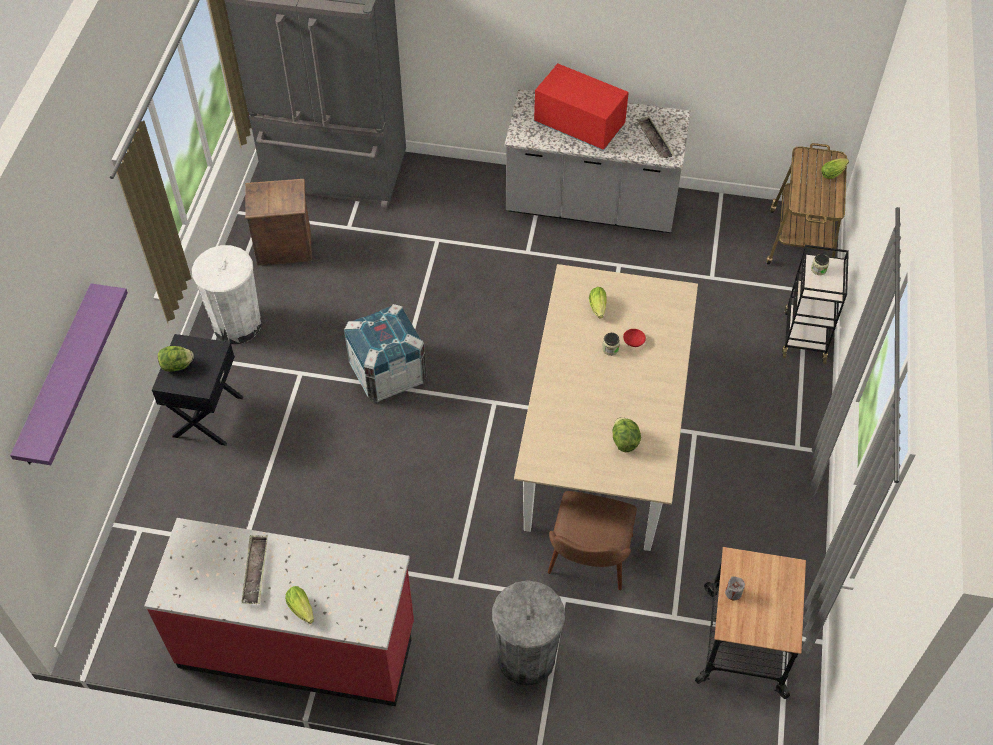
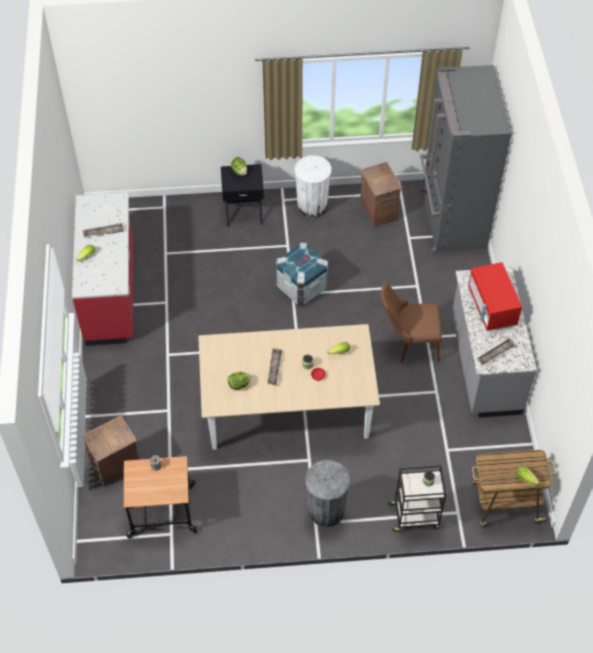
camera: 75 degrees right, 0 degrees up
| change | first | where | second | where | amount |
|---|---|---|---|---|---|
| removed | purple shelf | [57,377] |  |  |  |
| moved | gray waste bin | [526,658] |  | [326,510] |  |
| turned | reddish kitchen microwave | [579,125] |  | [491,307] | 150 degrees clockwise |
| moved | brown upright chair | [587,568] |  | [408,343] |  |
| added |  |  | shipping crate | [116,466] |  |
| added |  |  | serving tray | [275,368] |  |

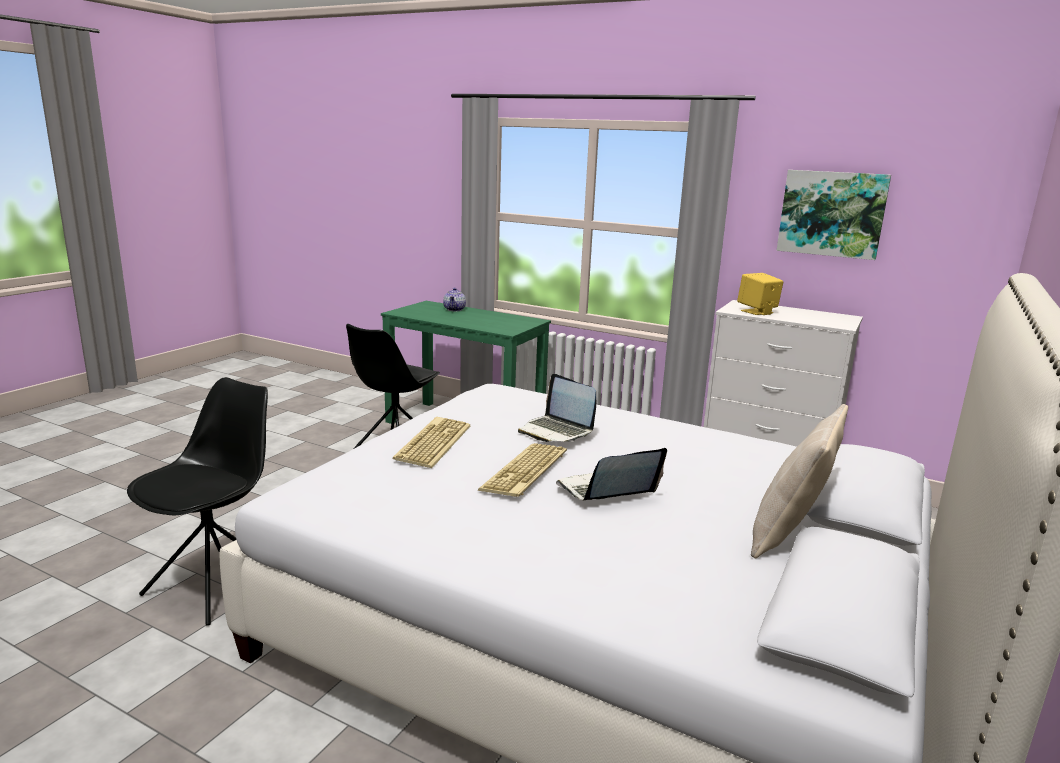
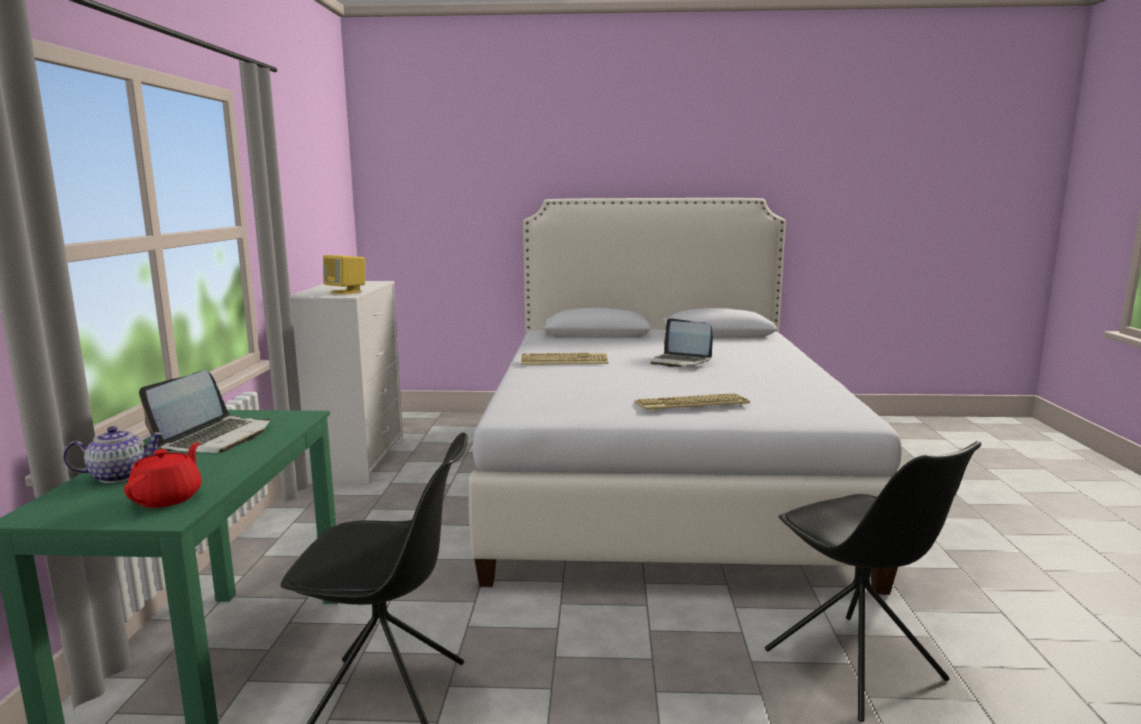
camera: 115 degrees left, 5 degrees down
| change | first | where | second | where | amount |
|---|---|---|---|---|---|
| turned | black upright chair | [217,584] |  | [856,667] | 120 degrees counterclockwise |
| moved | PC keyboard | [526,472] |  | [565,360] |  |
| moved | laptop | [556,431] |  | [215,437] |  |
| removed | beige-coloured pillow | [789,534] |  |  |  |
| removed | wall picture | [832,214] |  |  |  |
| added |  |  | reddish teapot | [168,498] |  |

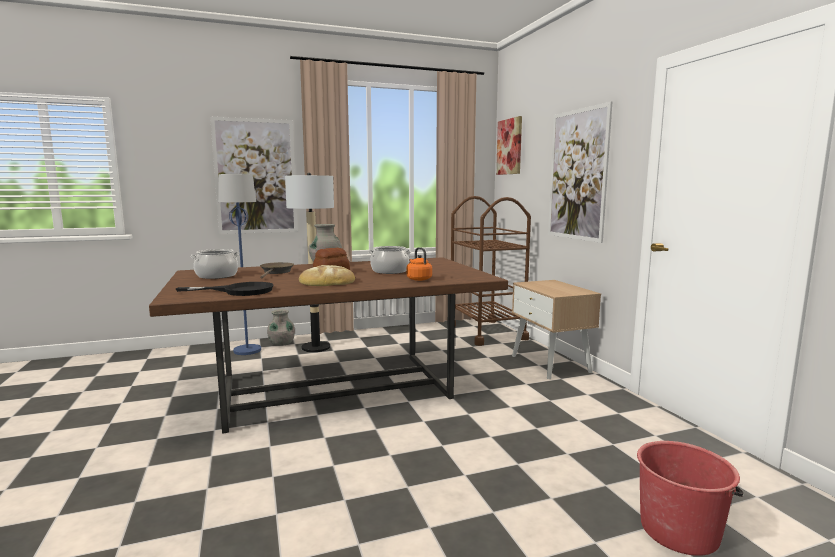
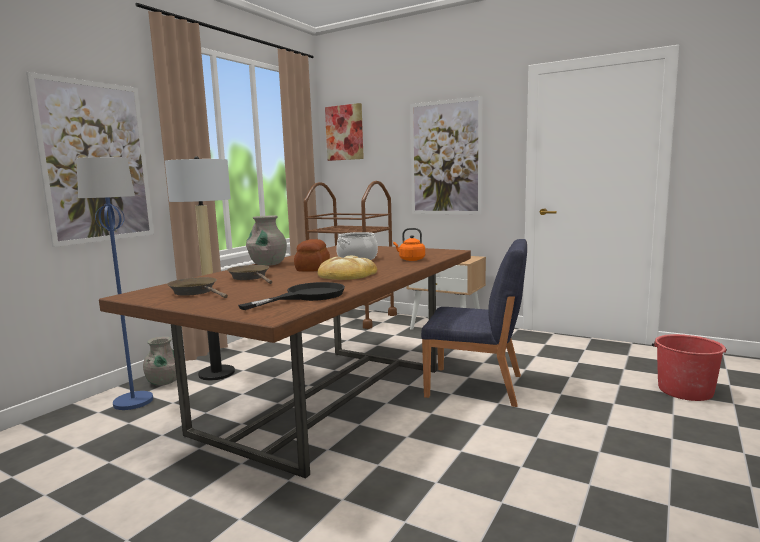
camera: 40 degrees left, 0 degrees up
| change | first | where | second | where | amount |
|---|---|---|---|---|---|
| replaced | stockpot | [217,276] | brown pan | [196,292] |  |
| added |  |  | bluish upright chair | [476,386] |  |

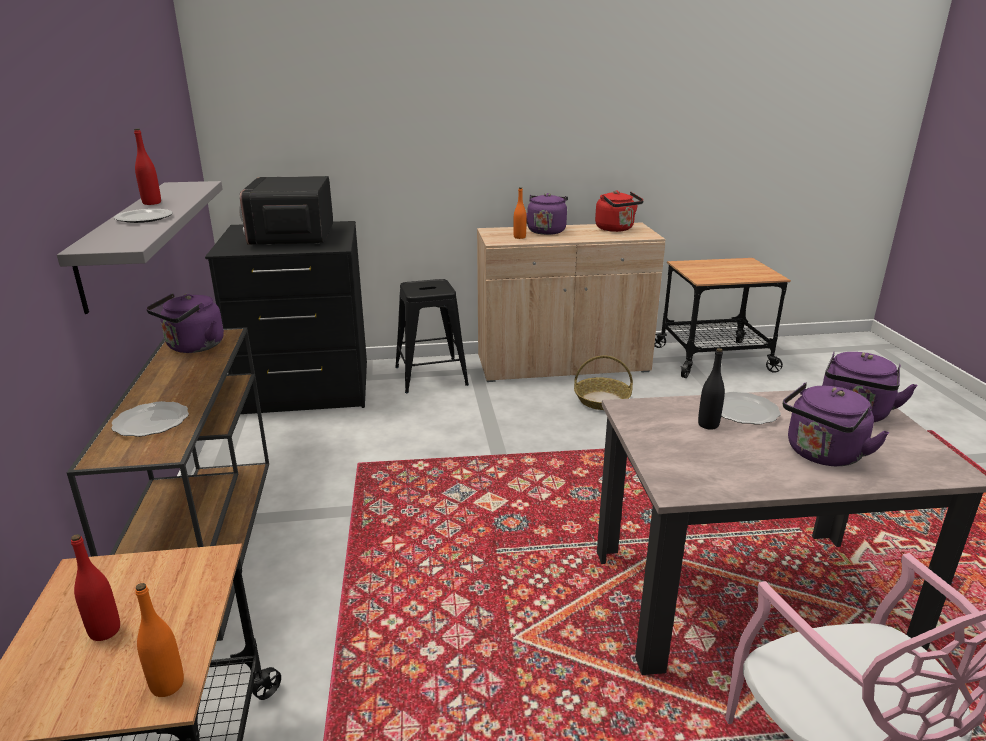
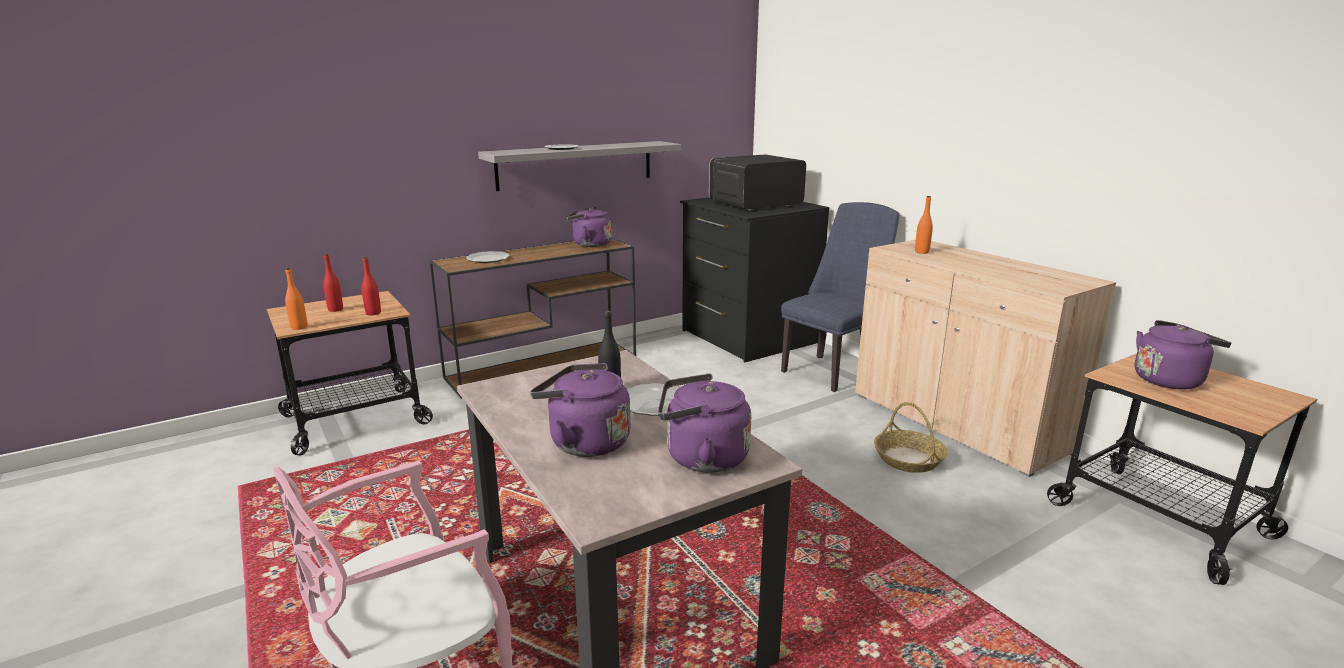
camera: 65 degrees right, 5 degrees down
| change | first | where | second | where | amount |
|---|---|---|---|---|---|
| moved | reddish drink bottle | [152,203] |  | [373,313] |  |
| replaced | black stool | [430,376] | bluish upright chair | [831,371] |  |
| moved | purple tea kettle | [546,231] |  | [1169,380] |  |
| removed | reddish tea kettle | [616,229] |  |  |  |

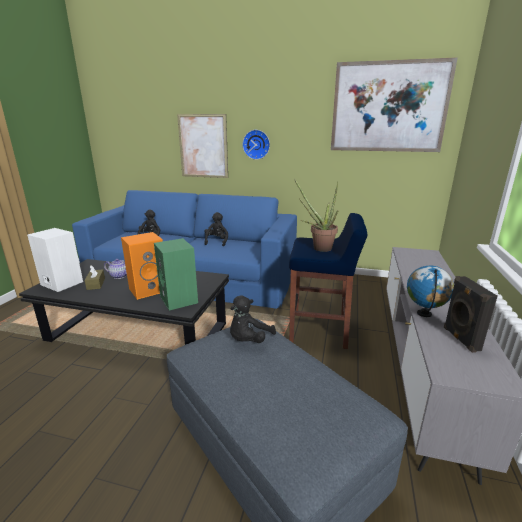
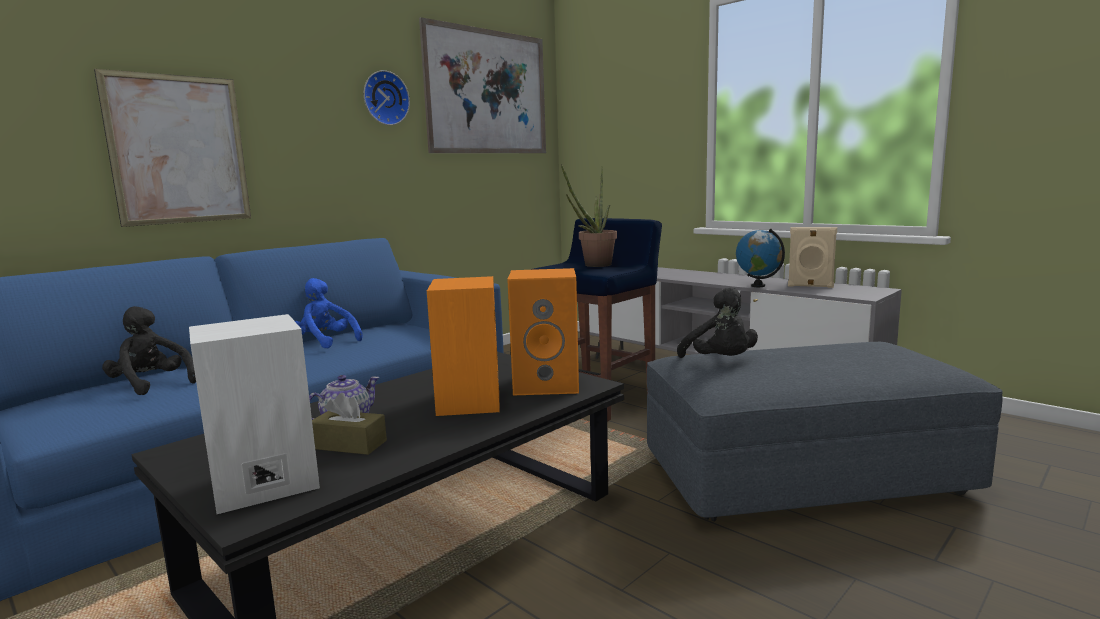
camera: 60 degrees left, 10 degrees down
| change | first | where | second | where | amount |
|---|---|---|---|---|---|
| recoloured | greenish loudspeaker | [180,300] | orange-coloured loudspeaker | [548,384] |  |
| recoloured | black plush toy | [216,242] | bluish plush toy | [325,342] |  |
| moved | wall clock | [256,144] |  | [384,98] |  |
| recoloured | black loudspeaker | [460,339] | beige-coloured loudspeaker | [810,286] |  |

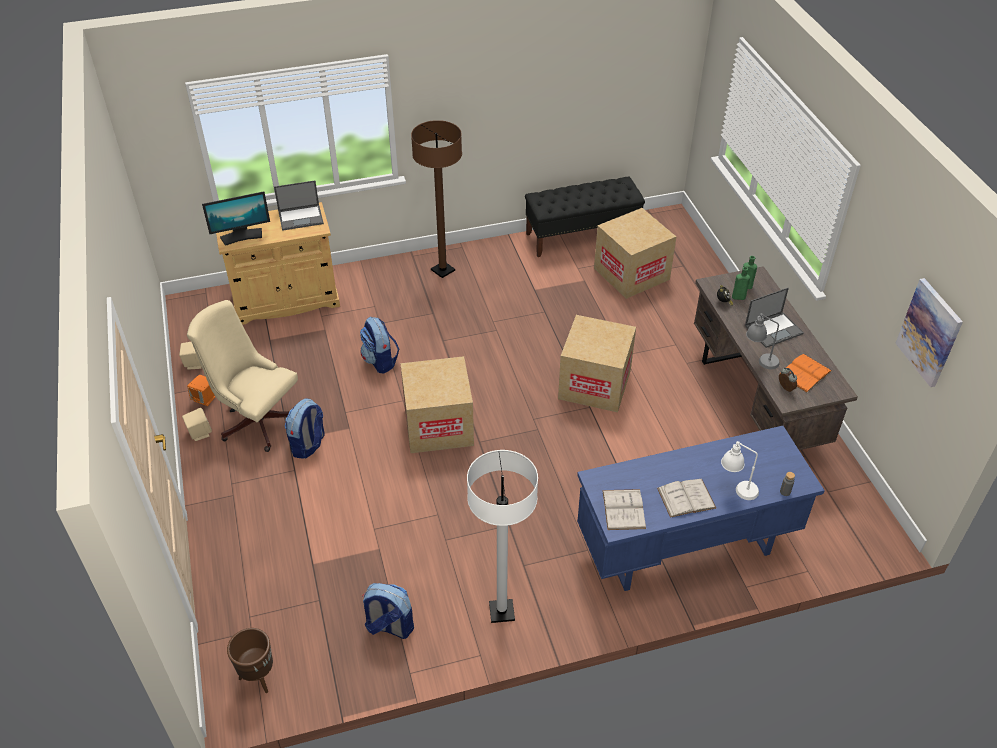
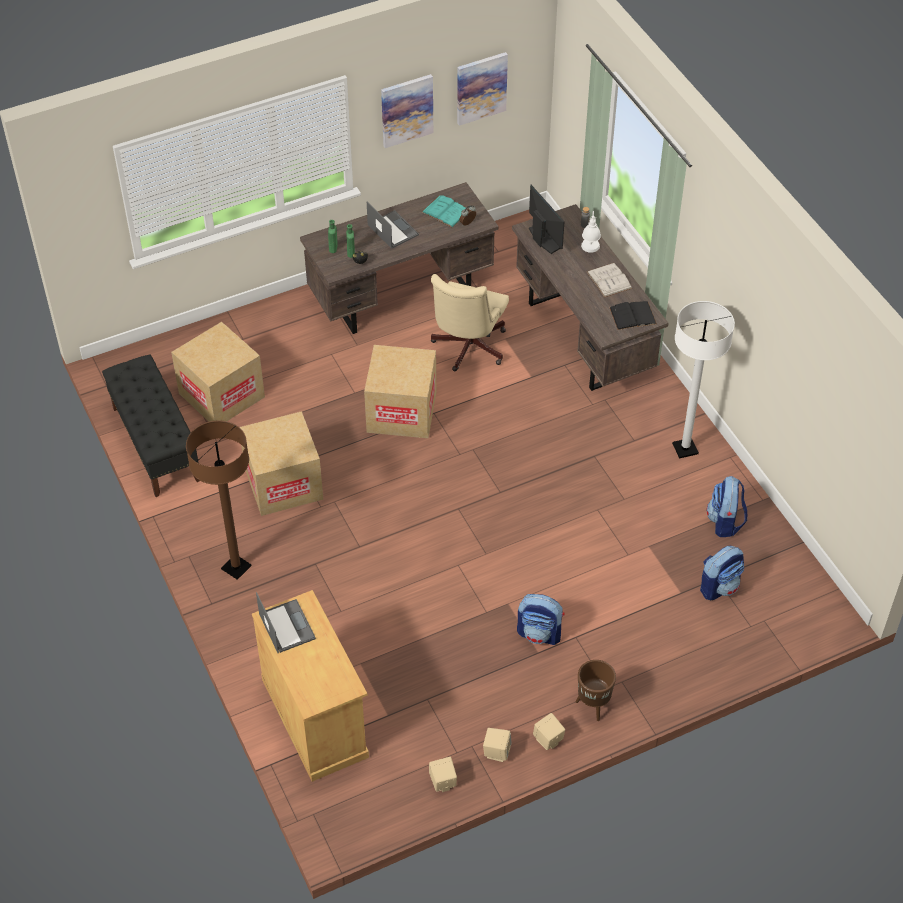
camera: 100 degrees left, 5 degrees up
| change | first | where | second | where | amount |
|---|---|---|---|---|---|
| moved | beige-coloured office chair | [256,419] |  | [467,349] |  |
| recoloured | orange-coloured loudspeaker | [205,399] | beige-coloured loudspeaker | [496,752] |  |
| moved | computer screen | [242,236] |  | [544,239] |  |
| moved | brown plant pot | [258,678] |  | [593,706] |  |
| moved | rucksack | [380,361] |  | [719,586] |  |
| moved | carton | [438,426] |  | [283,483] |  |
| recoloured | bluish desk | [684,548] | brown desk | [584,338] |  |
| recoloured | whitish volume | [623,509] | black volume | [632,316] |  |
| removed | gray tabletop lamp | [759,360] |  |  |  |
| recoloured | orange-coloured volume | [805,373] | turquoise-coloured volume | [445,211] |  |
| added |  |  | wall picture | [406,110] |  |

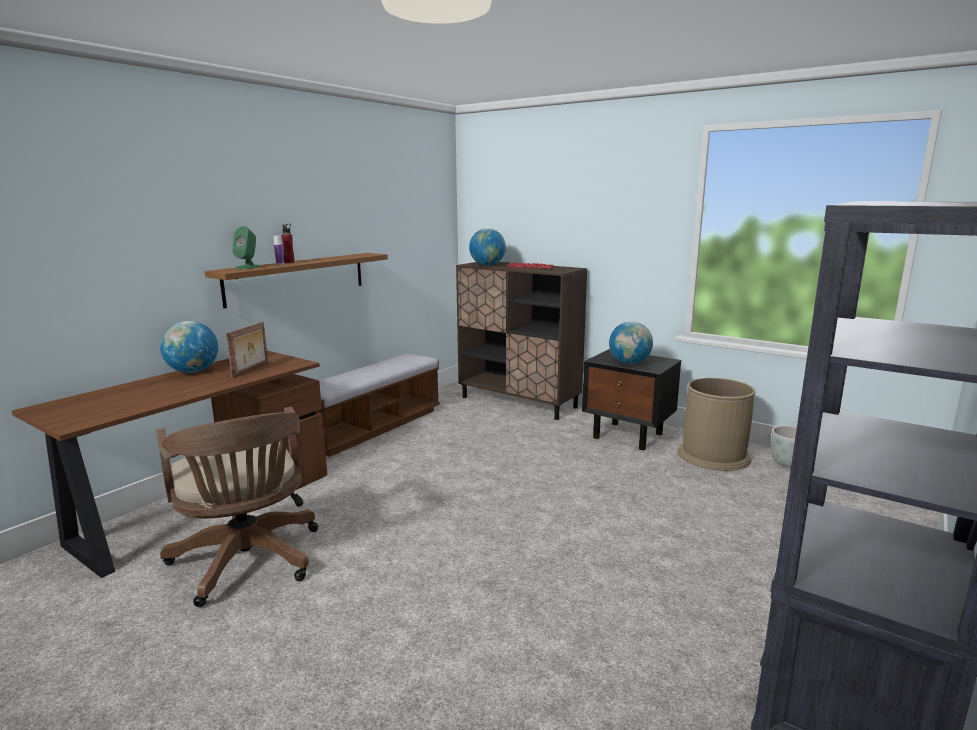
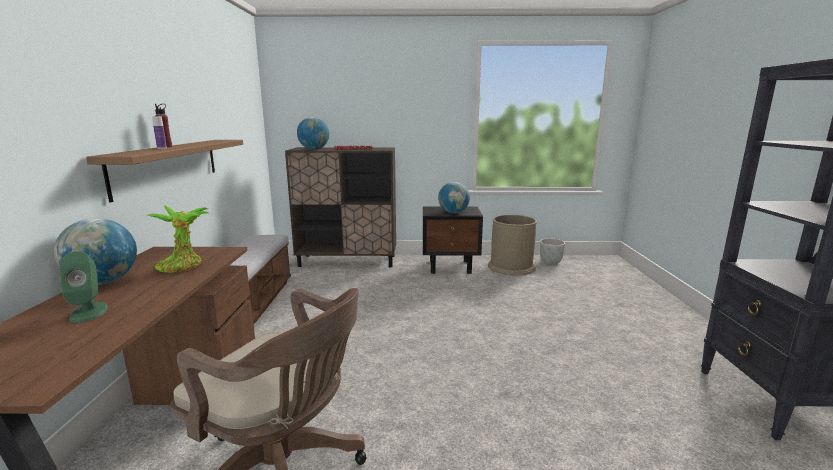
camera: 35 degrees left, 0 degrees up
| change | first | where | second | where | amount |
|---|---|---|---|---|---|
| replaced | standing frame | [251,370] | houseplant | [183,266] |  |
| moved | greenish loudspeaker | [248,267] |  | [89,312] |  |

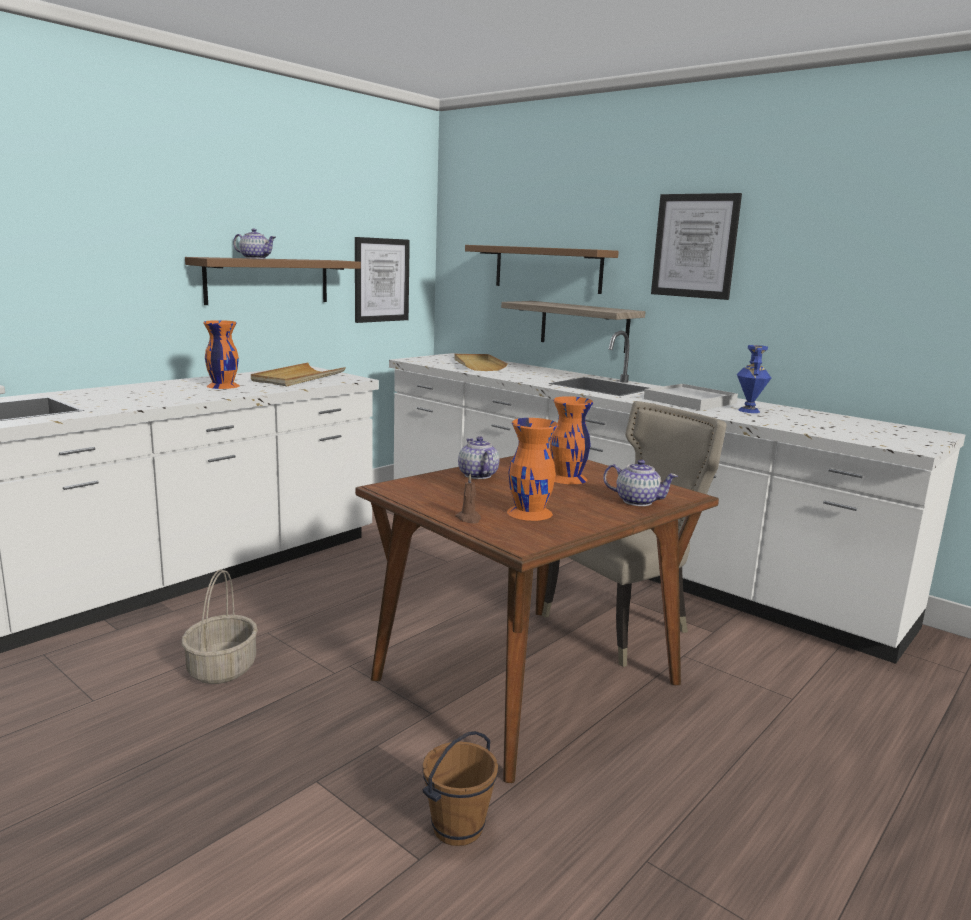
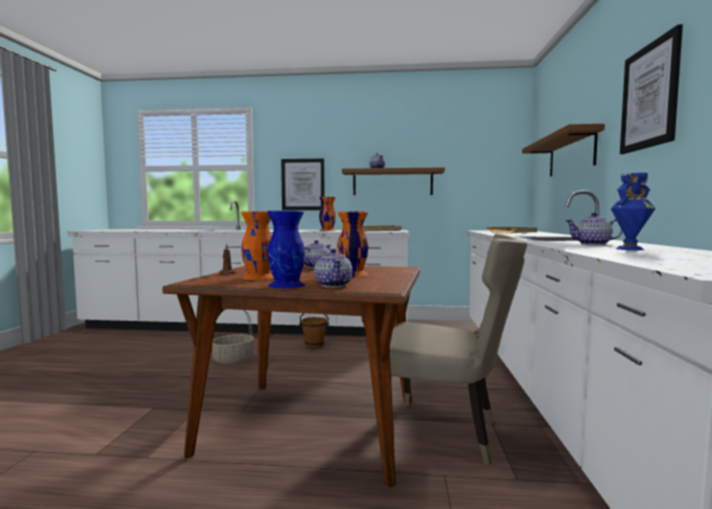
camera: 55 degrees right, 10 degrees down
| change | first | where | second | where | amount |
|---|---|---|---|---|---|
| moved | wall picture | [381,280] |  | [303,184] |  |
| moved | brown bucket | [458,828] |  | [314,345] |  |
| removed | shelf | [584,326] |  |  |  |
| replaced | whitish serving tray | [690,401] | teapot | [593,244] |  |
| added |  |  | bluish flower vase | [287,285] |  |

